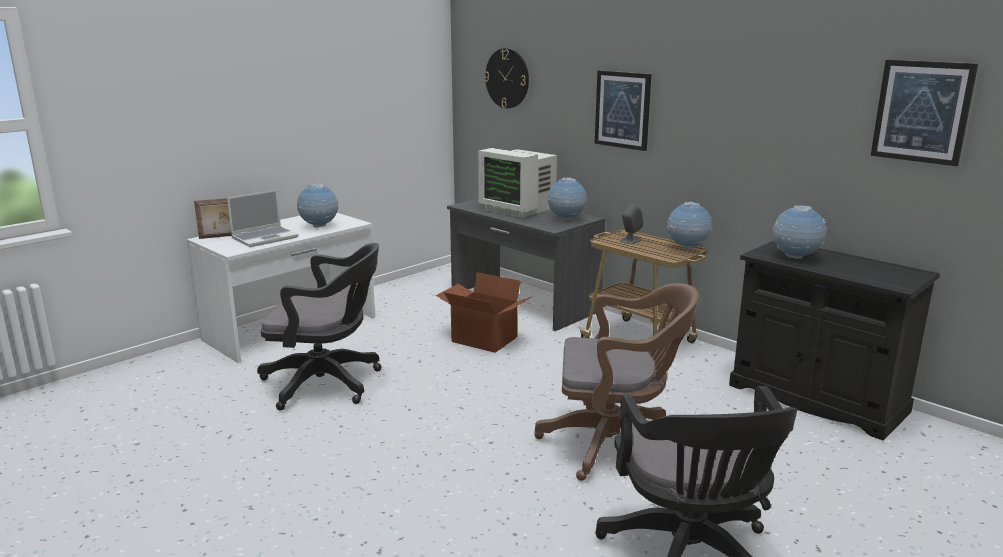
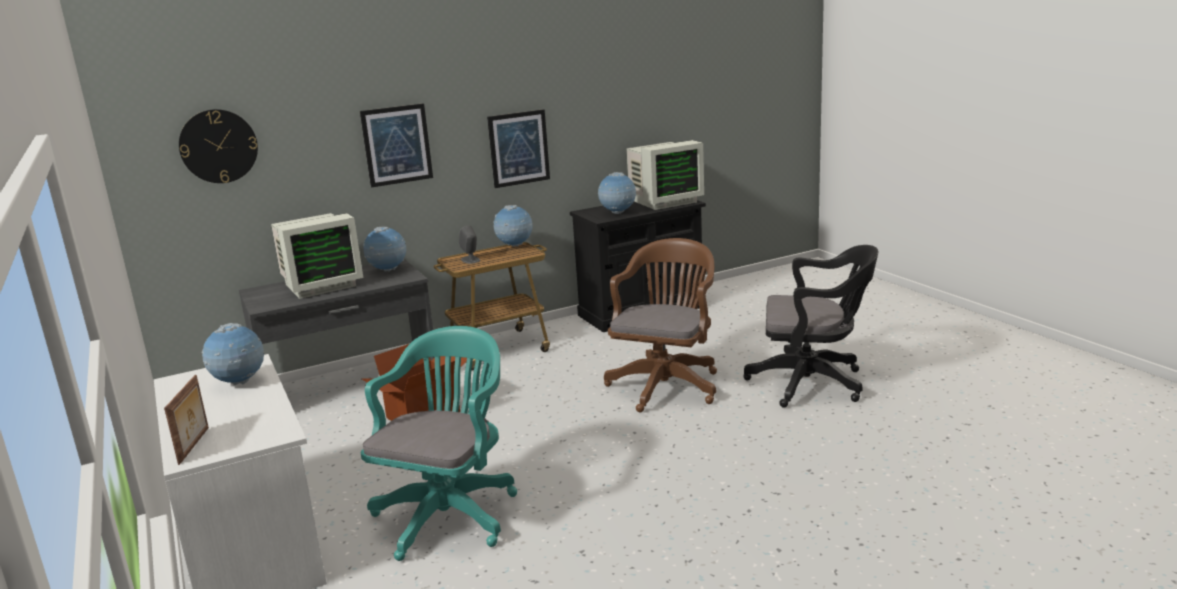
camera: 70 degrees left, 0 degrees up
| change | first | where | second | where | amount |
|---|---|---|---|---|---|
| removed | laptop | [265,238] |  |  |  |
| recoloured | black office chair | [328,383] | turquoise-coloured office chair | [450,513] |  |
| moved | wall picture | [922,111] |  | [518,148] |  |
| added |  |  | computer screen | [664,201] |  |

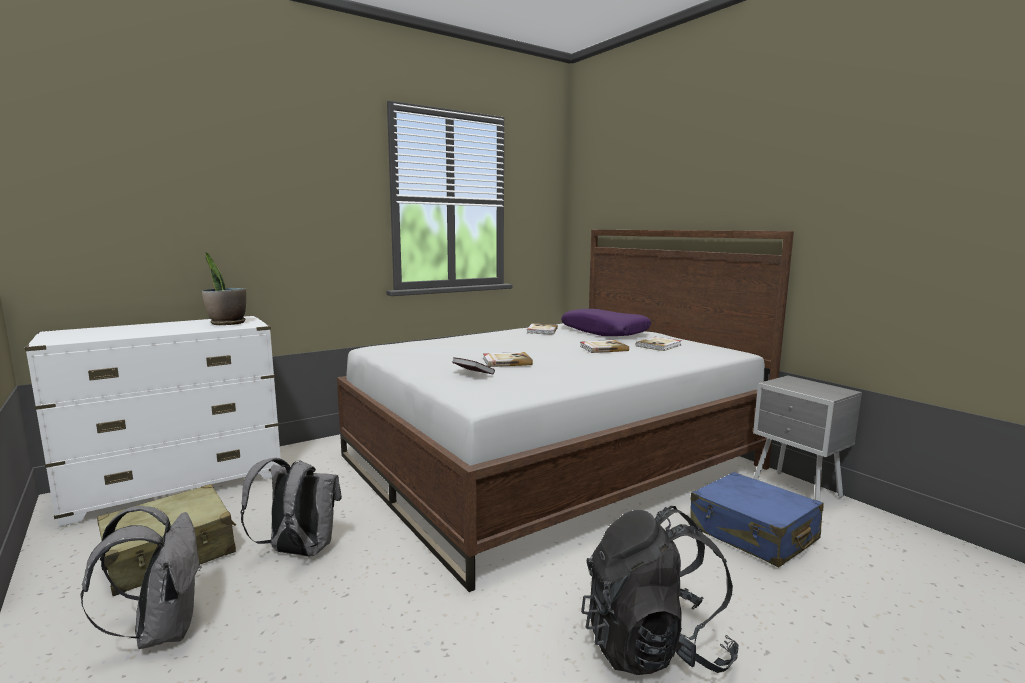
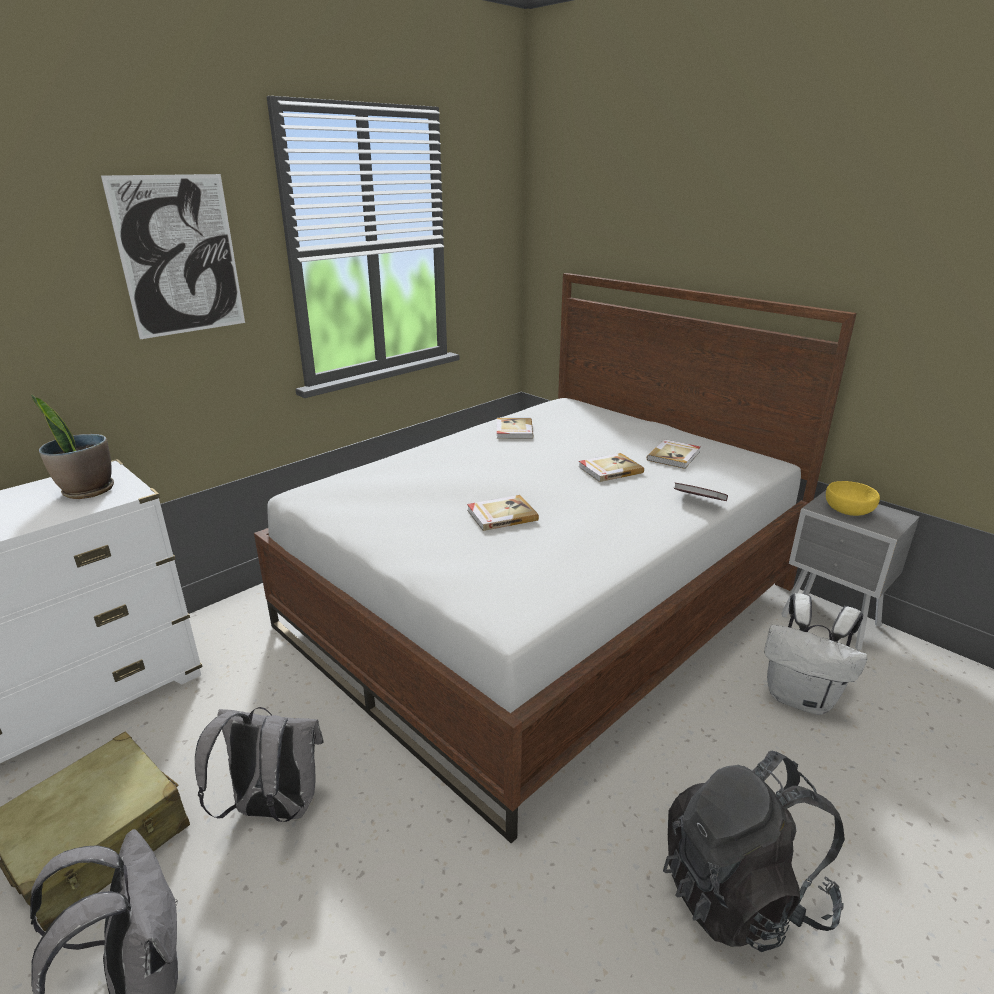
camera: 10 degrees left, 15 degrees up
| change | first | where | second | where | amount |
|---|---|---|---|---|---|
| moved | volume | [473,375] |  | [699,501] |  |
| removed | purple pillow | [604,332] |  |  |  |
| replaced | bluish suitcase | [753,534] | whitish rucksack | [801,697] |  |
| added |  |  | wall picture | [180,256] |  |
| added |  |  | yellow bowl | [847,510] |  |

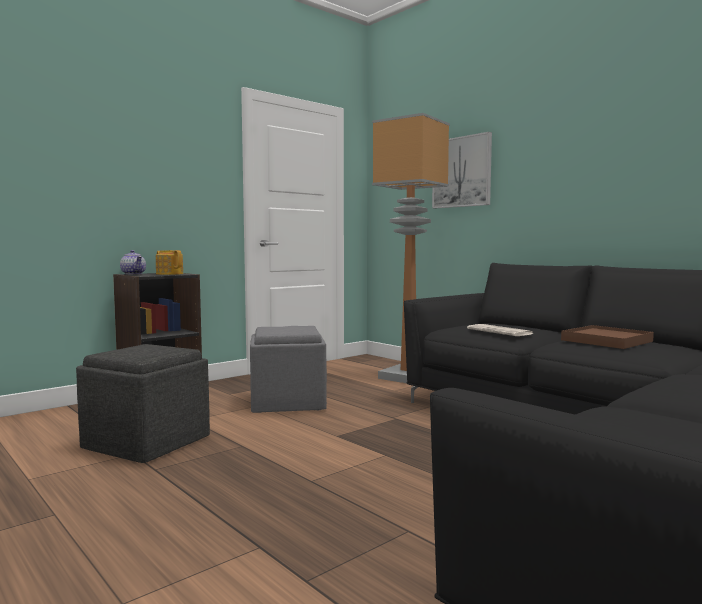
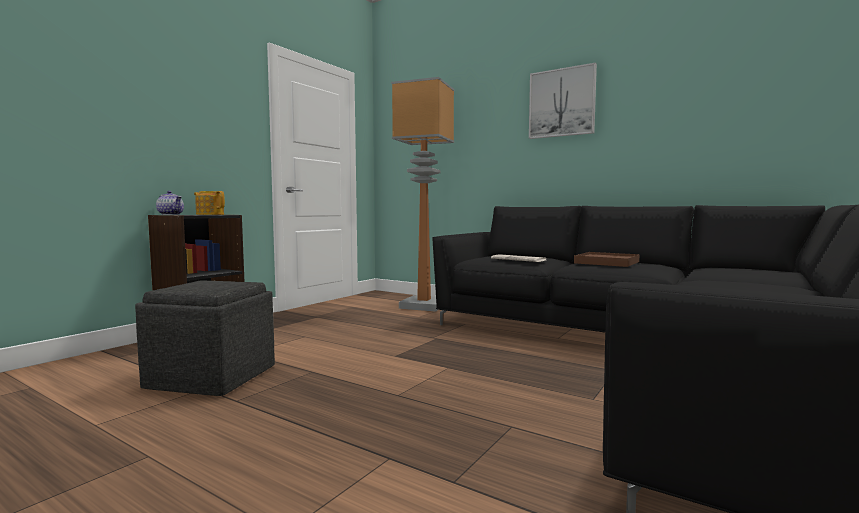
camera: 15 degrees left, 0 degrees up
| change | first | where | second | where | amount |
|---|---|---|---|---|---|
| removed | gray ottoman | [287,402] |  |  |  |
| moved | wall picture | [462,172] |  | [562,103] |  |

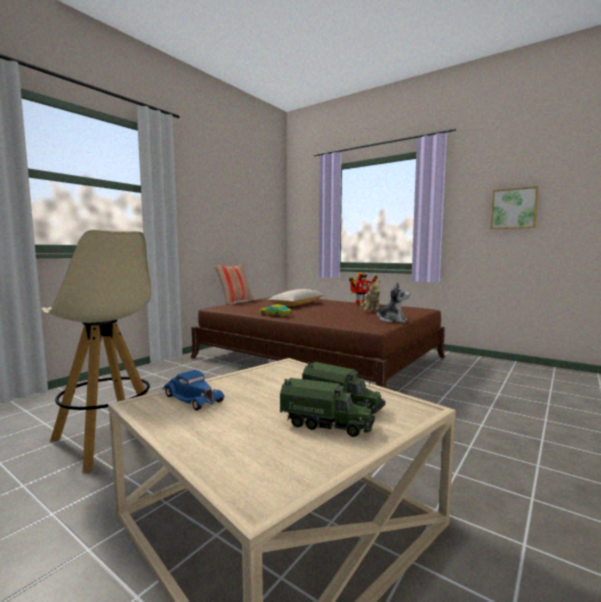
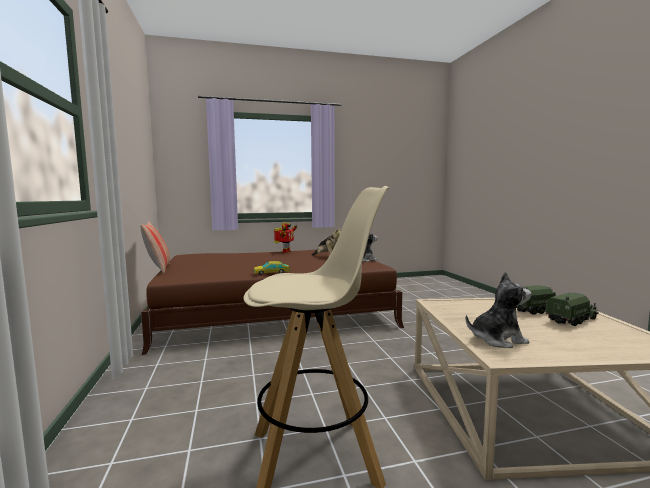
camera: 50 degrees left, 0 degrees up
| change | first | where | second | where | amount |
|---|---|---|---|---|---|
| replaced | bluish toy car | [192,398] | plush toy | [497,339] |  |
| removed | beige-coloured pillow | [297,304] |  |  |  |
| removed | wall picture | [514,208] |  |  |  |

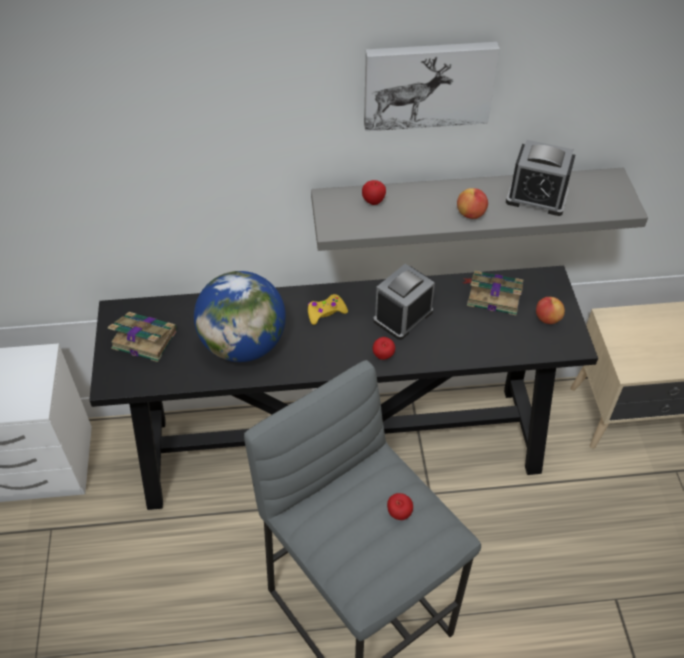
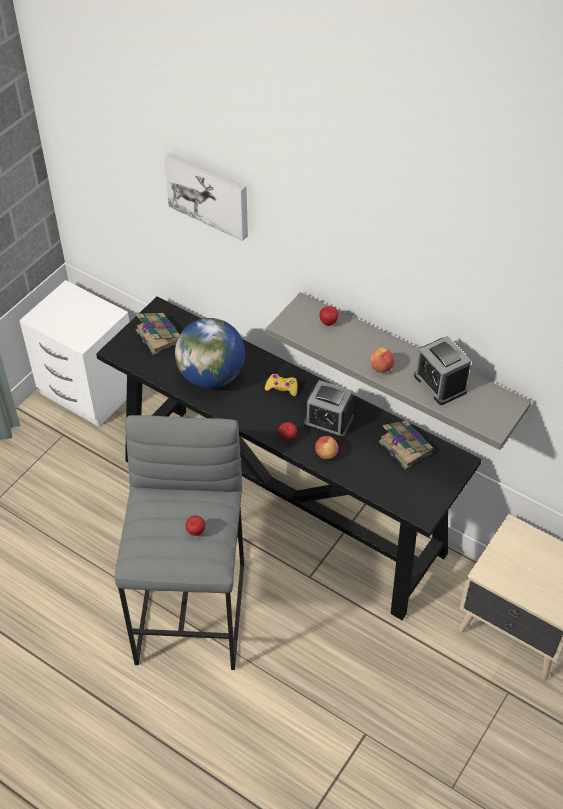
camera: 40 degrees right, 0 degrees up
| change | first | where | second | where | amount |
|---|---|---|---|---|---|
| moved | wall picture | [428,84] |  | [209,194] |  |
| turned | alarm clock | [403,316] |  | [328,421] | 150 degrees counterclockwise |
| moved | whole apple | [547,318] |  | [326,454] |  |

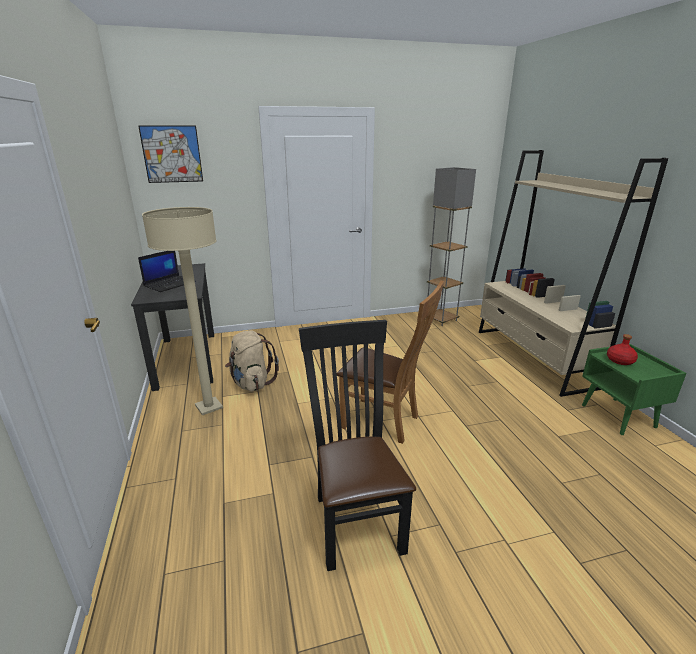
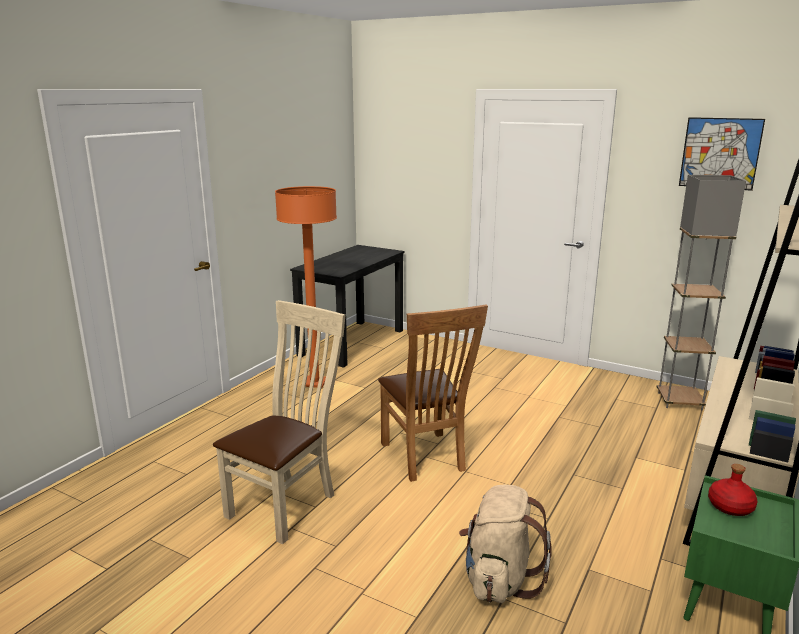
camera: 45 degrees right, 5 degrees down
| change | first | where | second | where | amount |
|---|---|---|---|---|---|
| moved | wall picture | [172,154] |  | [720,153] |  |
| removed | laptop | [170,284] |  |  |  |
| recoloured | beige-coloured floor lamp | [209,407] | orange-coloured floor lamp | [314,383] |  |
| moved | beige-coloured rucksack | [251,383] |  | [499,579] |  |
| recoloured | black upright chair | [355,519] | beige-coloured upright chair | [287,503] |  |

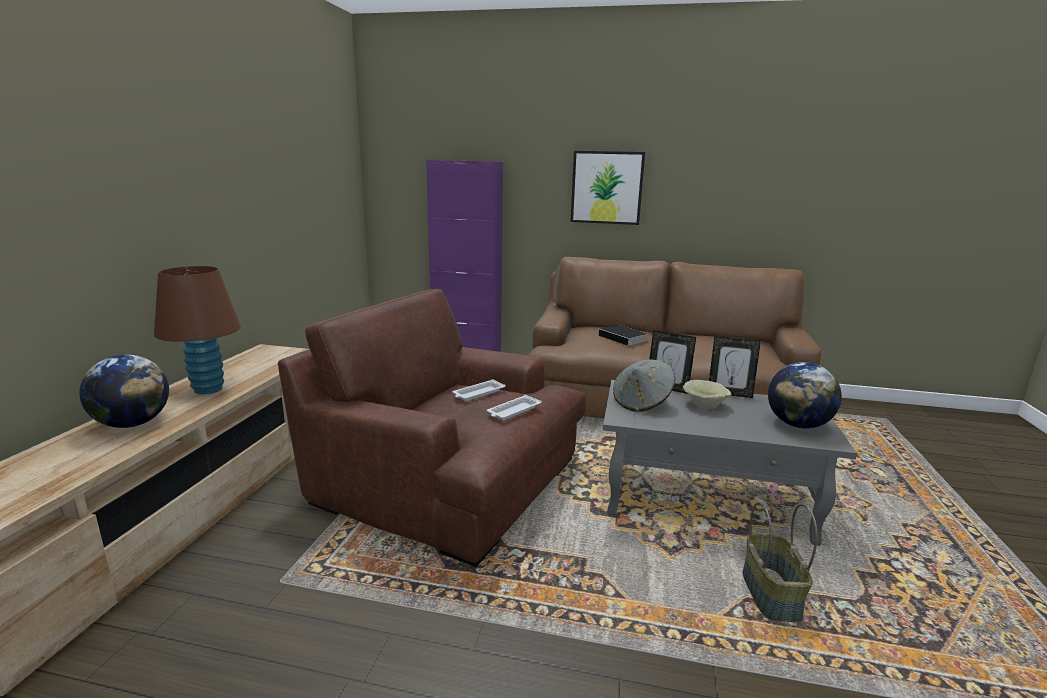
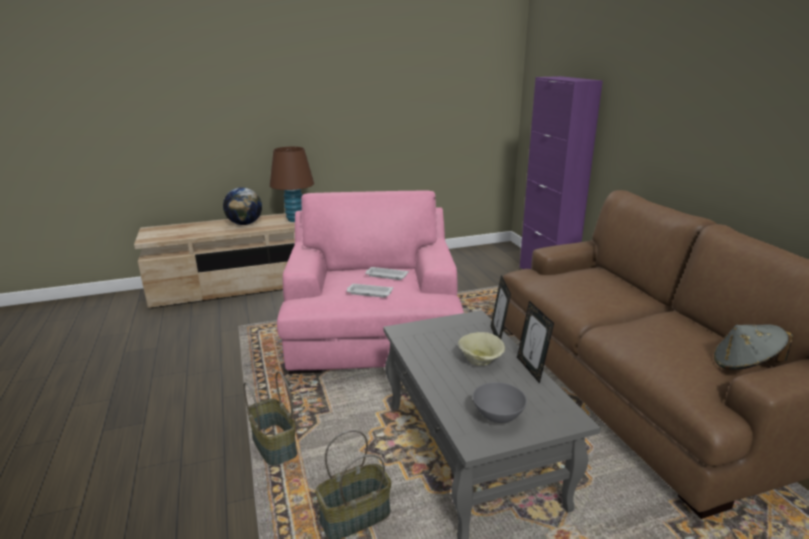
camera: 60 degrees right, 5 degrees up
| change | first | where | second | where | amount |
|---|---|---|---|---|---|
| recoloured | brown lounge chair | [447,479] | pink lounge chair | [372,331] |  |
| removed | wall picture | [607,187] |  |  |  |
| removed | volume | [623,338] |  |  |  |
| moved | gray clothing hat | [642,403] |  | [744,365] |  |
| replaced | globe | [798,425] | gray bowl | [497,418] |  |
| added |  |  | basket | [275,445] |  |

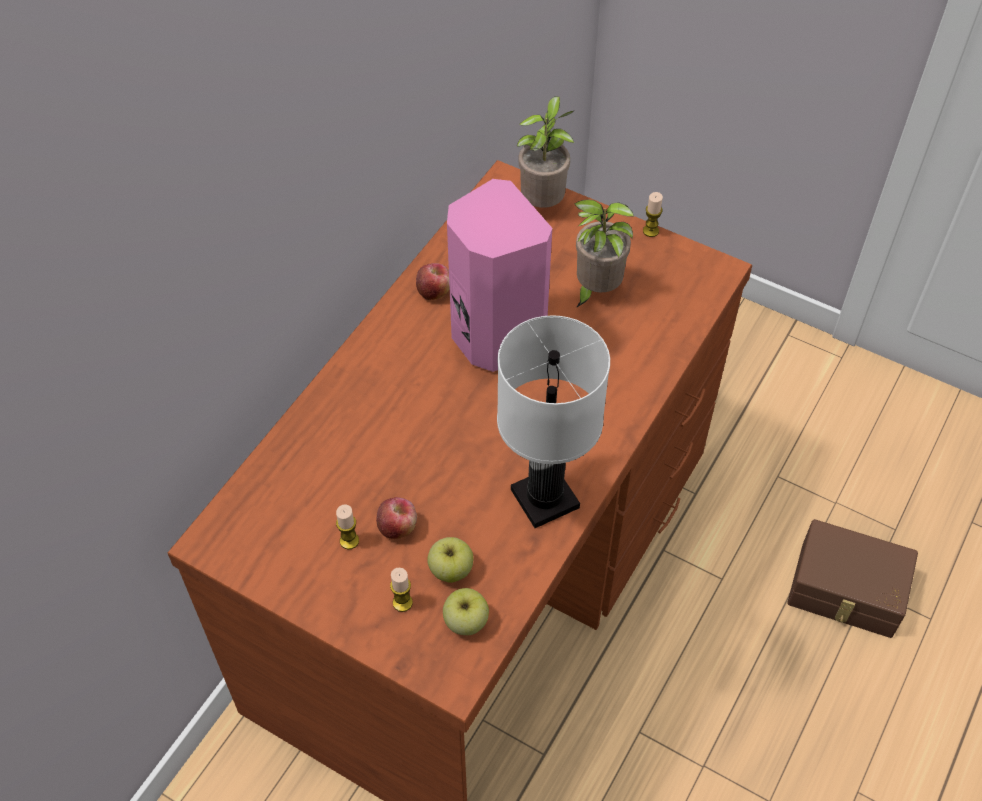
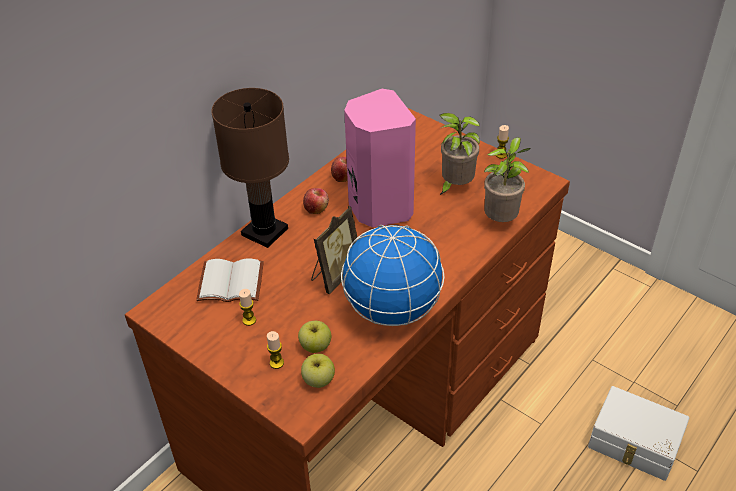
camera: 10 degrees right, 10 degrees down
| change | first | where | second | where | amount |
|---|---|---|---|---|---|
| moved | whole apple | [397,527] |  | [316,209] |  |
| replaced | whitish tabletop lamp | [546,499] | globe | [393,309] |  |
| moved | houseplant | [543,203] |  | [501,220] |  |
| recoloured | brown storage box | [846,592] | whitish storage box | [634,444] |  |
| added |  |  | whitish volume | [232,281] |  |
| added |  |  | brown tabletop lamp | [264,231] |  |
| added |  |  | standing frame | [335,274] |  |

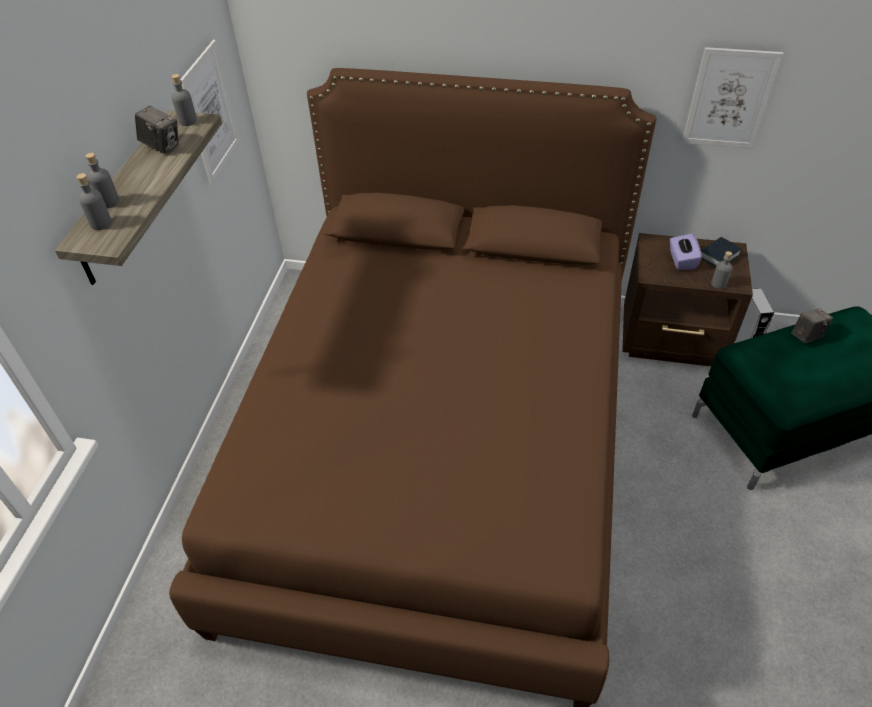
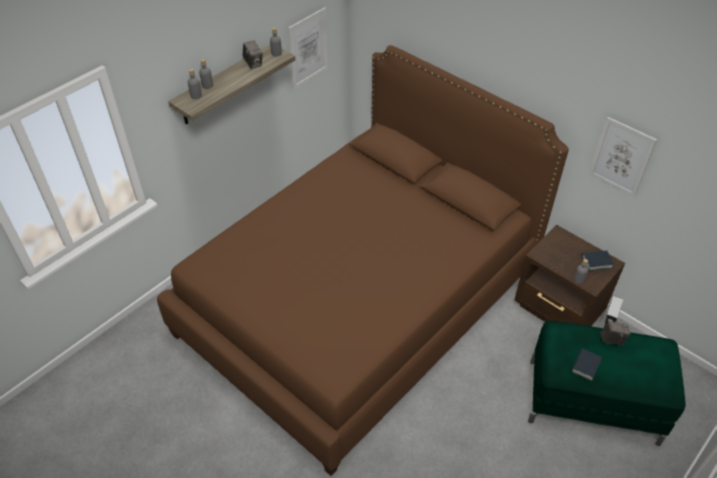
camera: 30 degrees right, 0 degrees up
| change | first | where | second | where | amount |
|---|---|---|---|---|---|
| removed | purple tissue box | [681,260] |  |  |  |
| added |  |  | volume | [585,366] |  |

